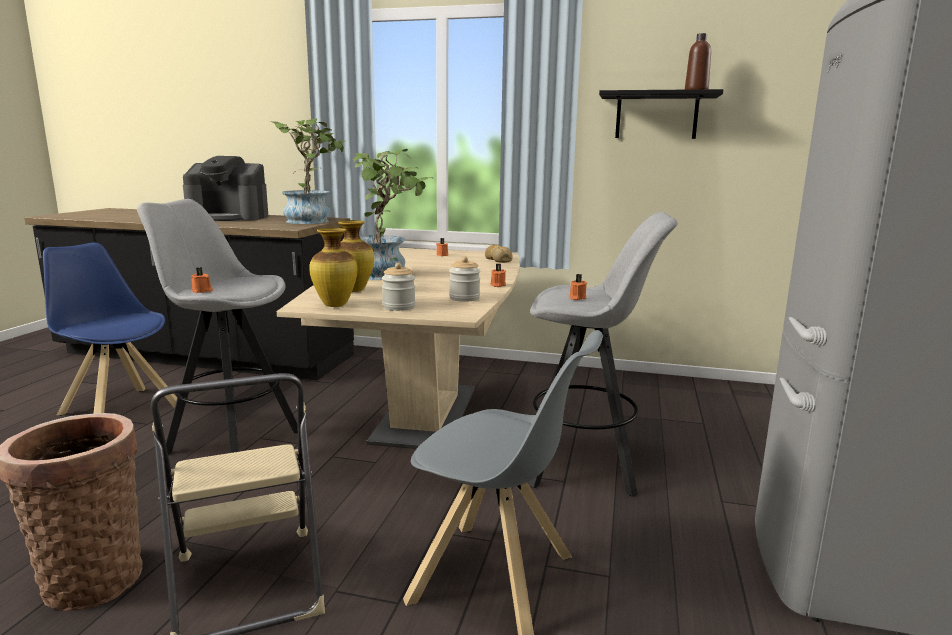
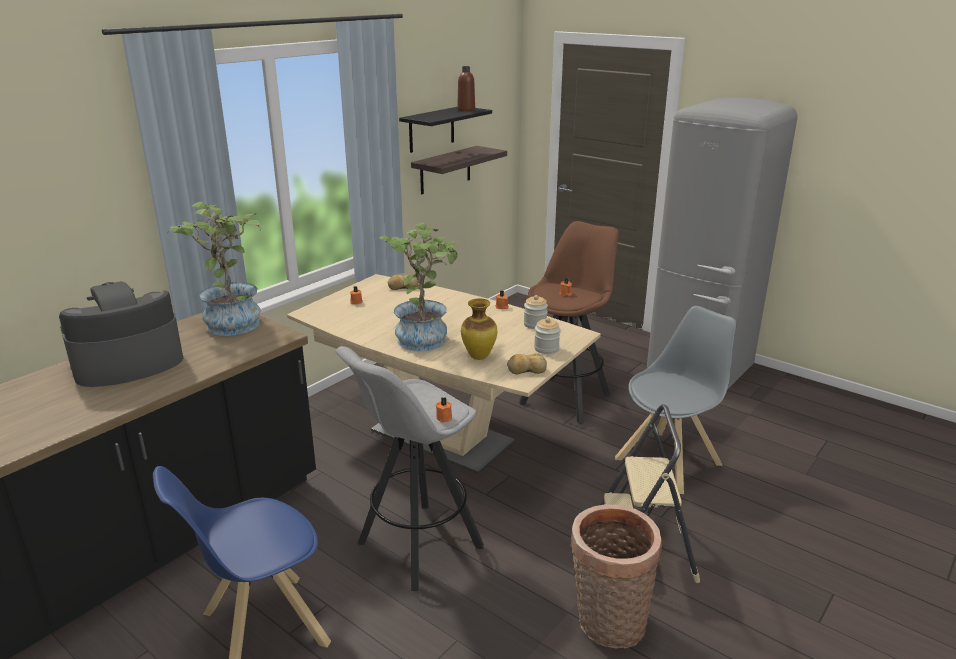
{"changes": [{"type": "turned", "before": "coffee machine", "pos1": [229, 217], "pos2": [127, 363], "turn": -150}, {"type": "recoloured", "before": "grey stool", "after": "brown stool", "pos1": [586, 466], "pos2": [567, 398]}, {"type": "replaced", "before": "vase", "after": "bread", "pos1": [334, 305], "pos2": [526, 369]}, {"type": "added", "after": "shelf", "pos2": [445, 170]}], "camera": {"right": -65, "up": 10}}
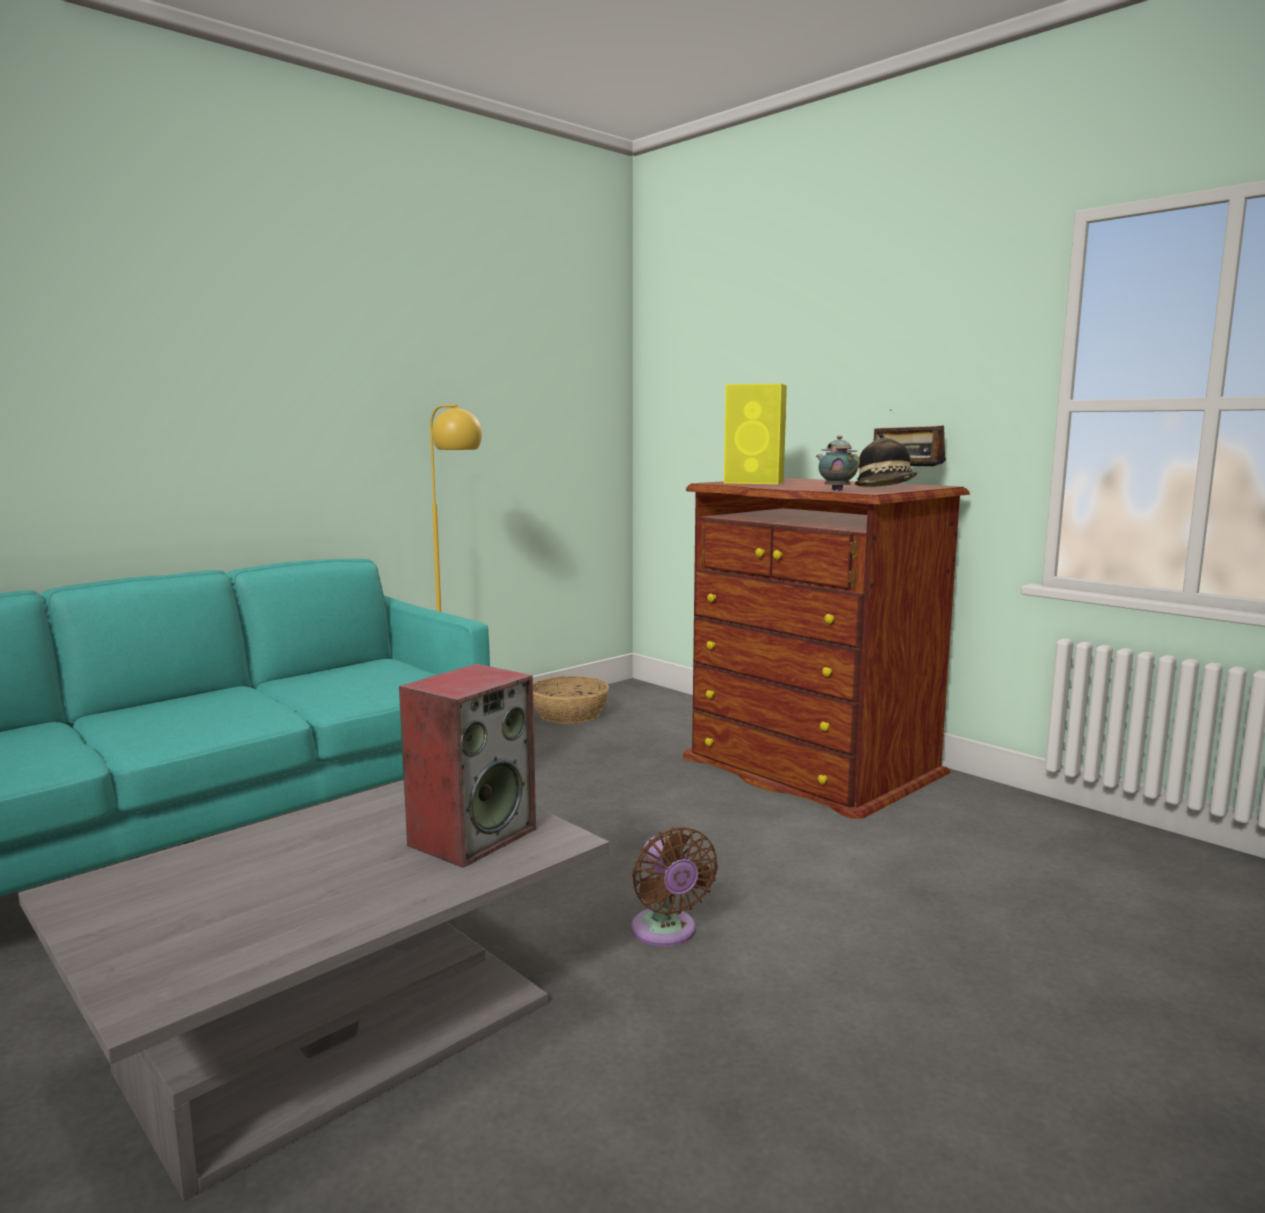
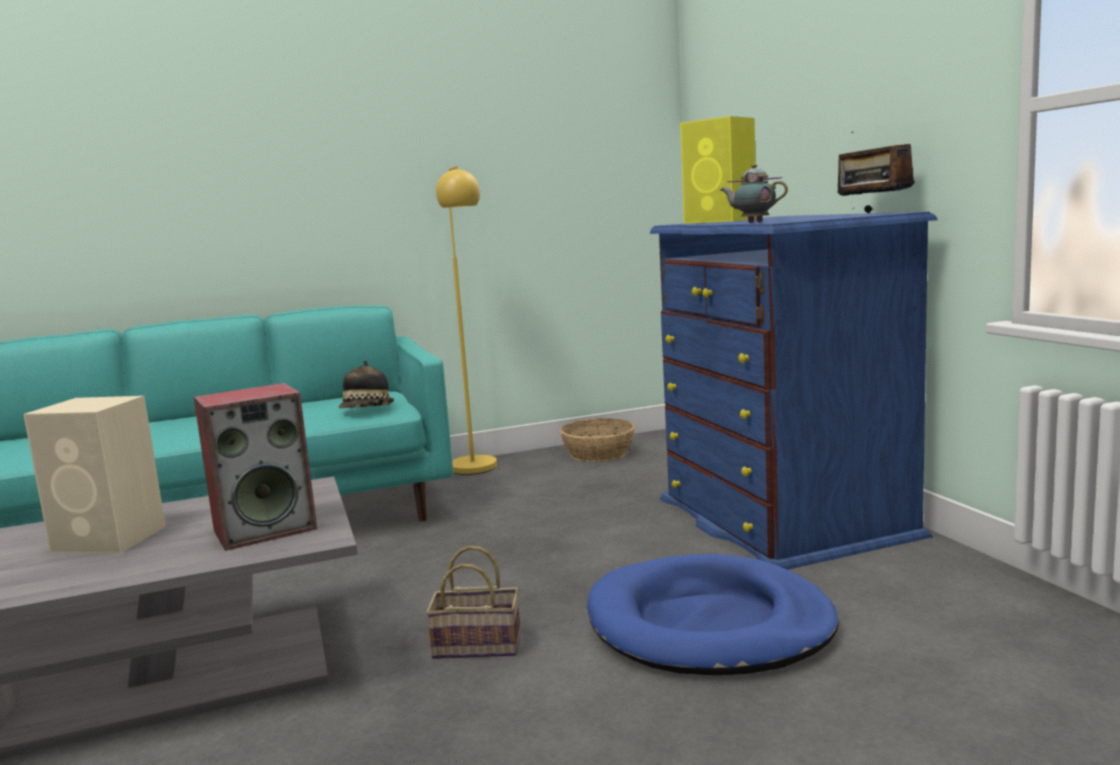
{"changes": [{"type": "moved", "before": "hat", "pos1": [886, 488], "pos2": [367, 411]}, {"type": "turned", "before": "teapot", "pos1": [836, 490], "pos2": [753, 222], "turn": -60}, {"type": "recoloured", "before": "brown dresser", "after": "blue dresser", "pos1": [812, 764], "pos2": [783, 516]}, {"type": "replaced", "before": "brown fan", "after": "basket", "pos1": [666, 932], "pos2": [479, 645]}, {"type": "added", "after": "beige speaker", "pos2": [111, 539]}, {"type": "added", "after": "blue dog bed", "pos2": [709, 624]}], "camera": {"right": 25, "up": 0}}
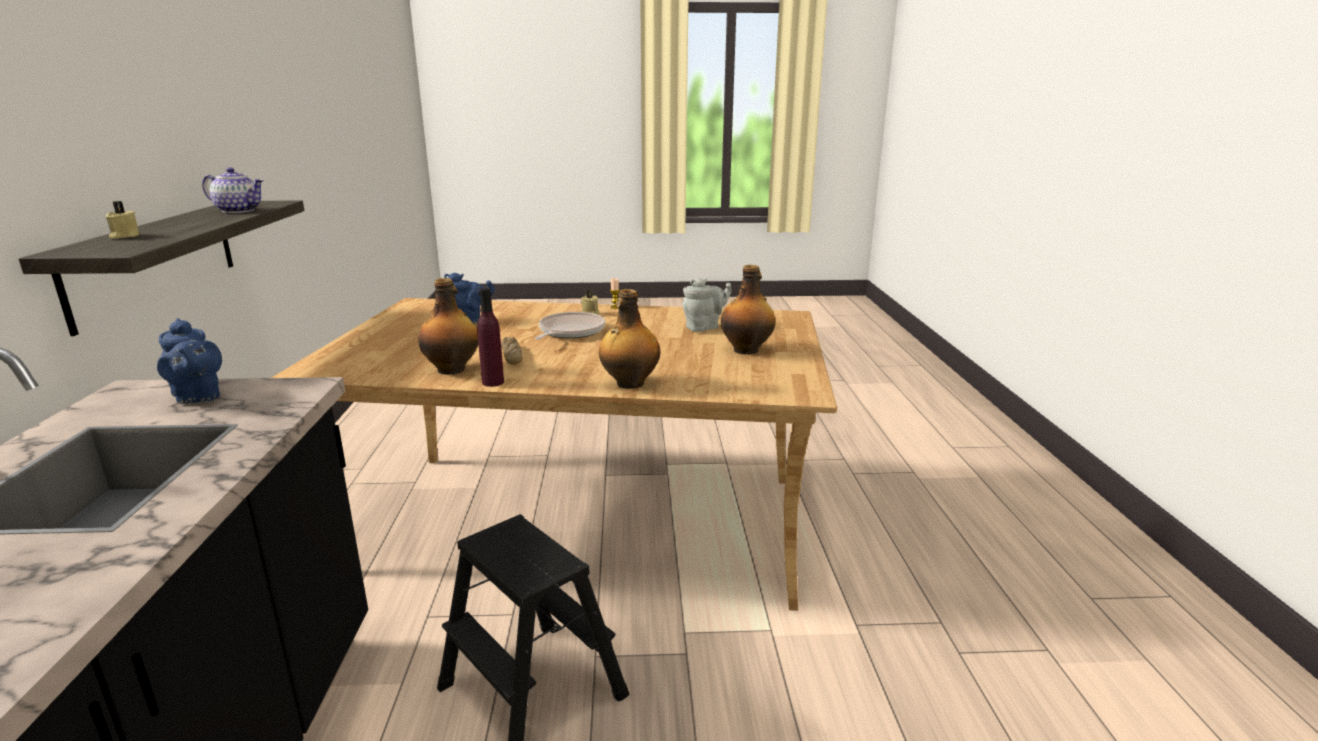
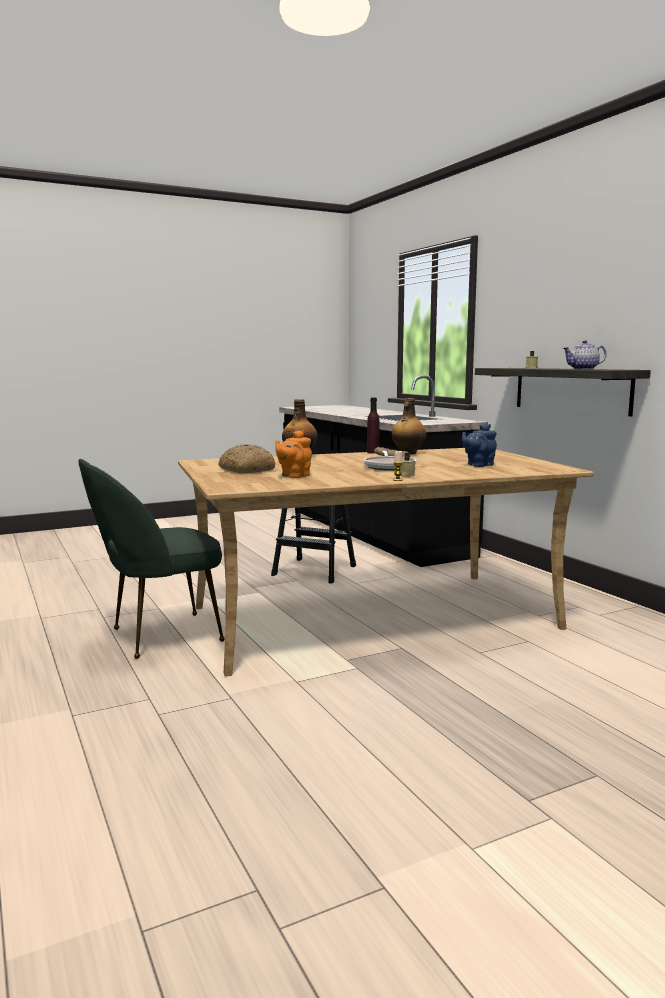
{"changes": [{"type": "replaced", "before": "bottle", "after": "bread", "pos1": [747, 350], "pos2": [246, 470]}, {"type": "recoloured", "before": "grey teapot", "after": "orange teapot", "pos1": [704, 327], "pos2": [294, 476]}, {"type": "removed", "before": "blue teapot", "pos1": [197, 397]}, {"type": "added", "after": "green chair", "pos2": [157, 637]}], "camera": {"right": 155, "up": -10}}
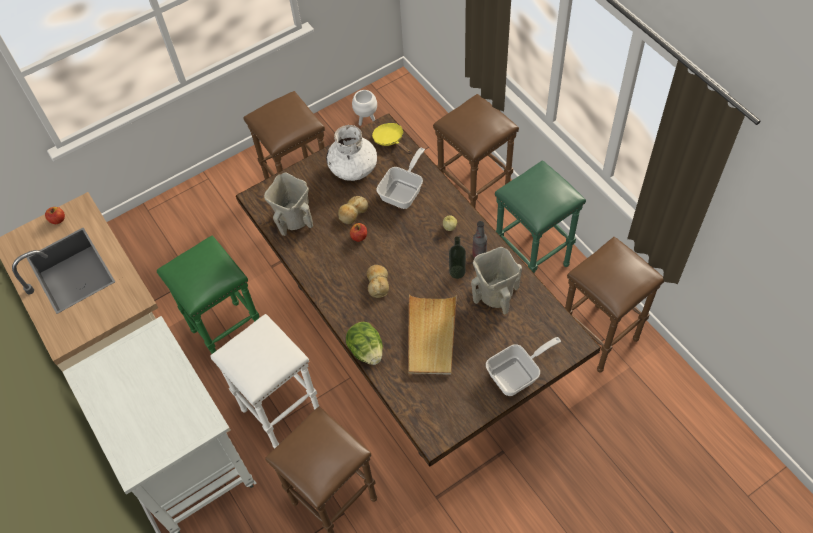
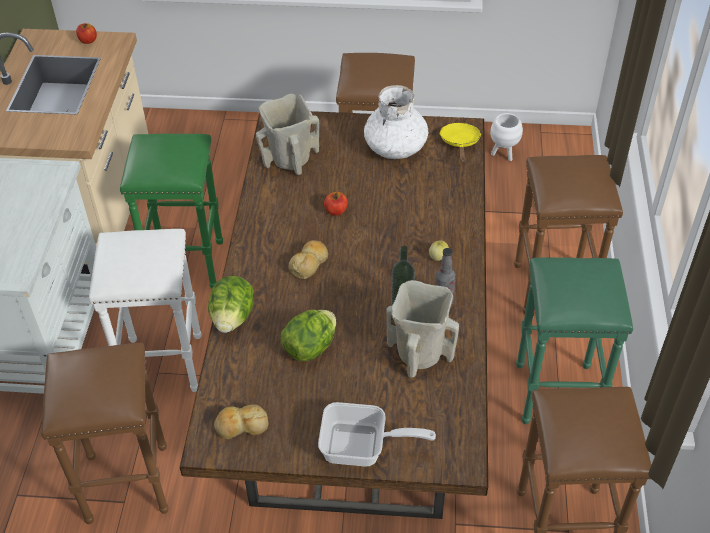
{"changes": [{"type": "removed", "before": "frying pan", "pos1": [404, 191]}, {"type": "moved", "before": "bread", "pos1": [352, 213], "pos2": [241, 426]}, {"type": "replaced", "before": "beige tray", "after": "lettuce", "pos1": [431, 336], "pos2": [310, 347]}], "camera": {"right": 35, "up": -10}}
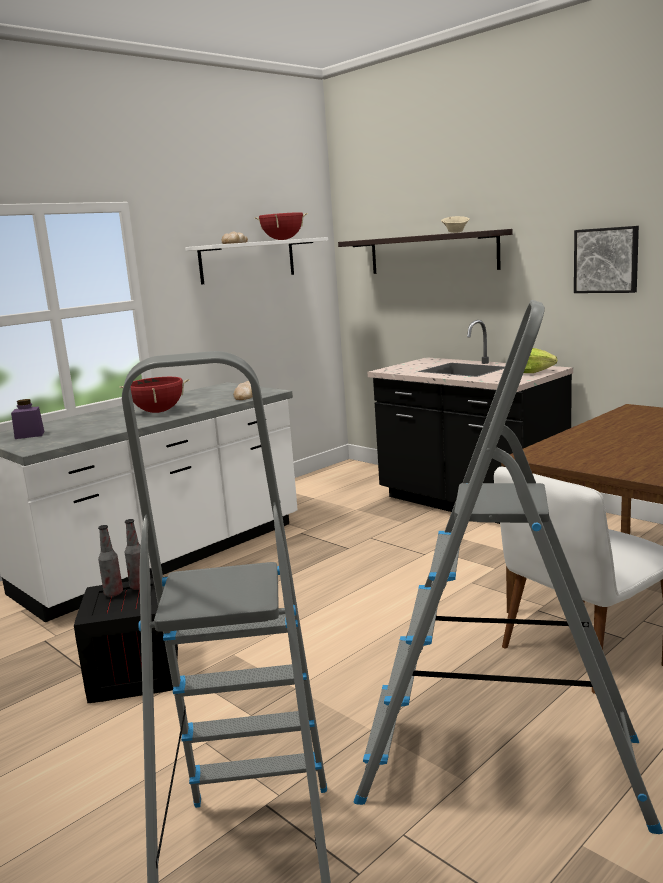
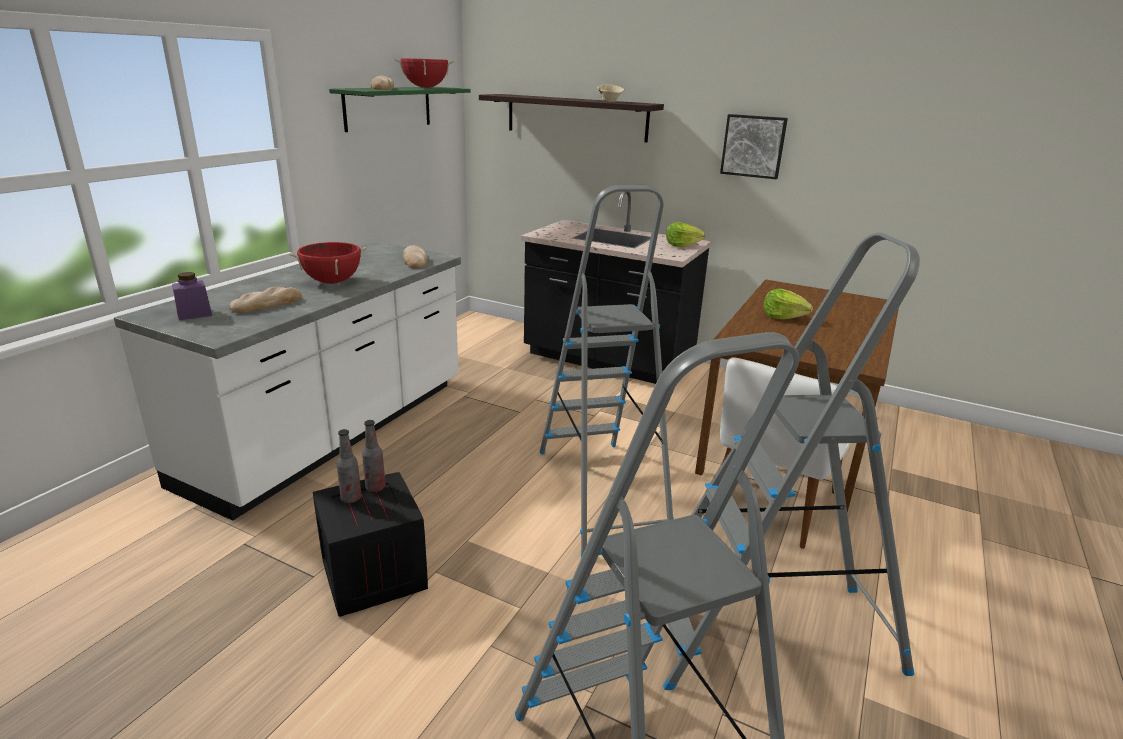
{"changes": [{"type": "recoloured", "before": "white shelf", "after": "green shelf", "pos1": [247, 261], "pos2": [388, 108]}, {"type": "added", "after": "grey step ladder", "pos2": [599, 494]}, {"type": "added", "after": "bread", "pos2": [267, 304]}, {"type": "added", "after": "lettuce", "pos2": [782, 317]}], "camera": {"right": -20, "up": 10}}
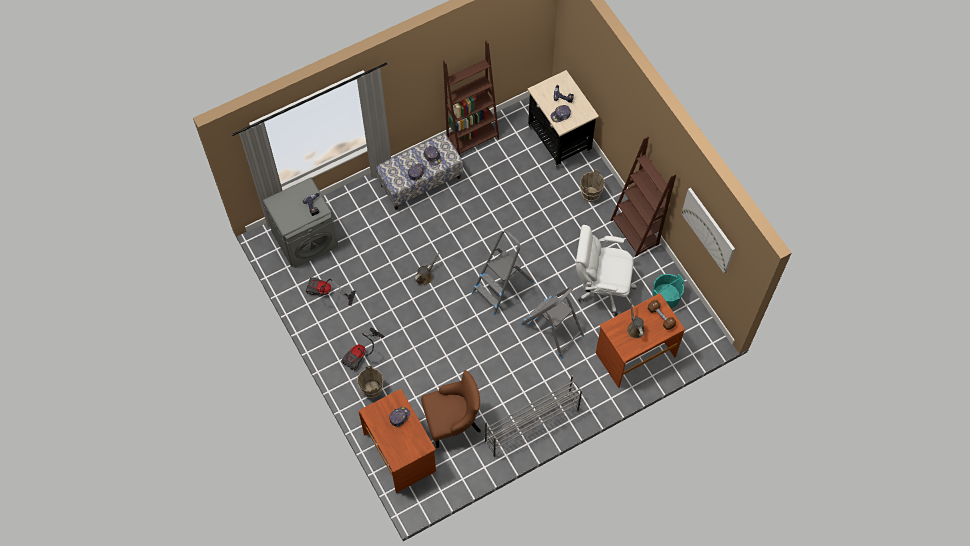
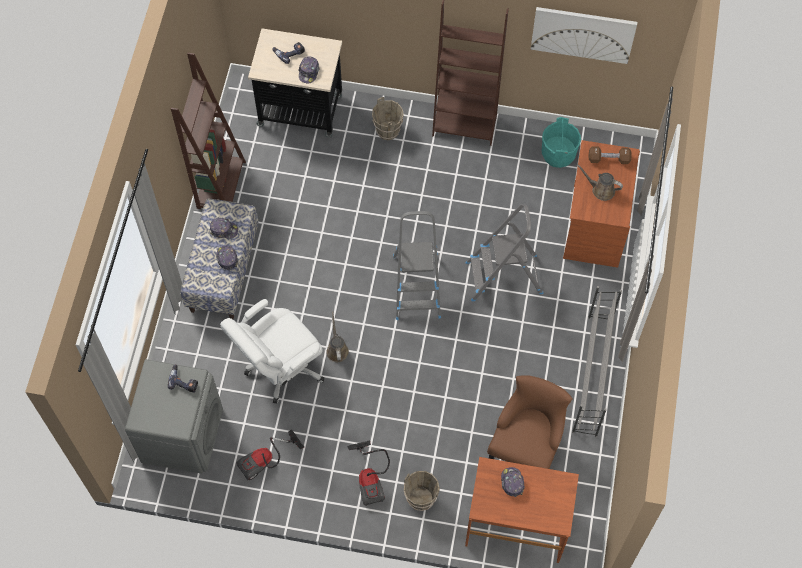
{"changes": [{"type": "moved", "before": "white office chair", "pos1": [601, 287], "pos2": [279, 368]}], "camera": {"right": -50, "up": 0}}
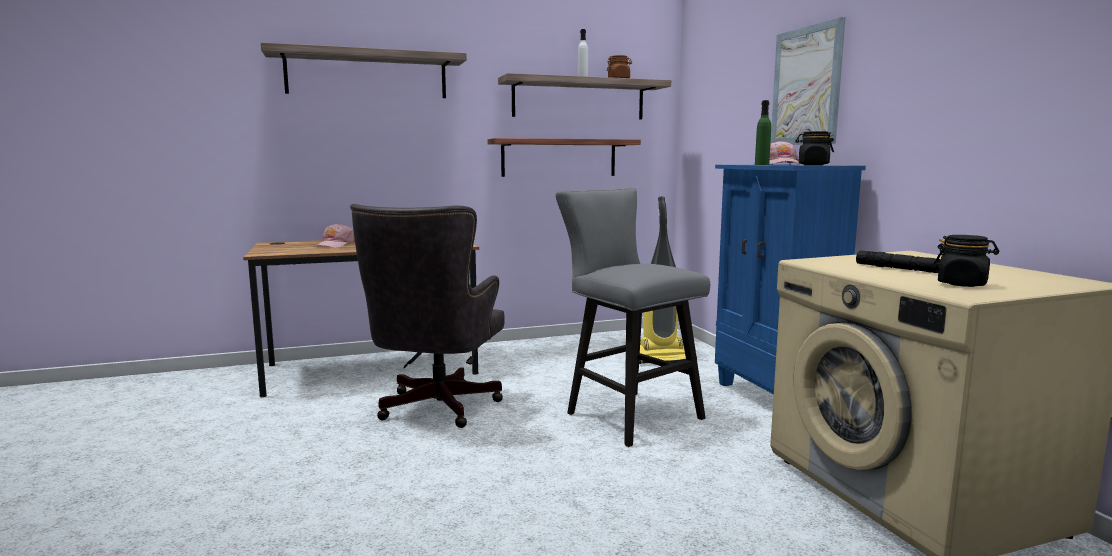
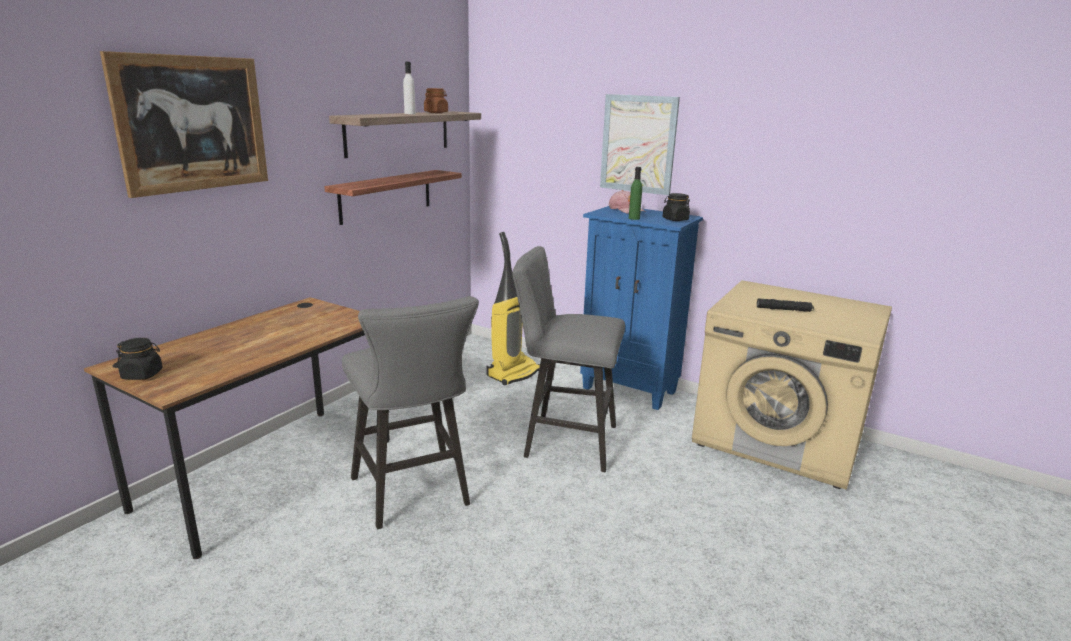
{"changes": [{"type": "replaced", "before": "shelf", "after": "picture", "pos1": [367, 75], "pos2": [193, 124]}, {"type": "replaced", "before": "grey office chair", "after": "grey stool", "pos1": [437, 409], "pos2": [414, 495]}, {"type": "removed", "before": "pink cap", "pos1": [335, 245]}, {"type": "moved", "before": "black jar", "pos1": [962, 284], "pos2": [142, 375]}], "camera": {"right": -40, "up": 10}}
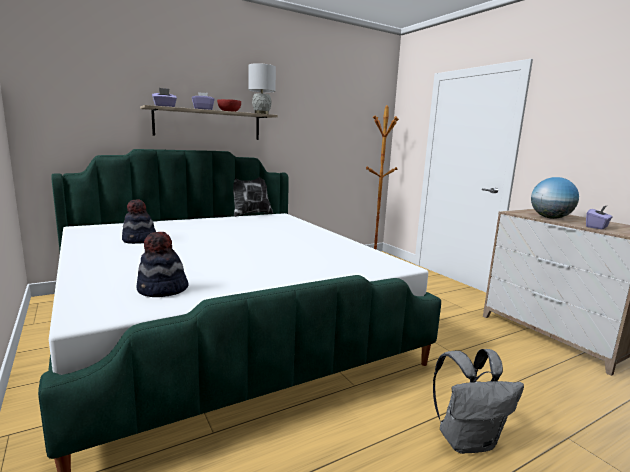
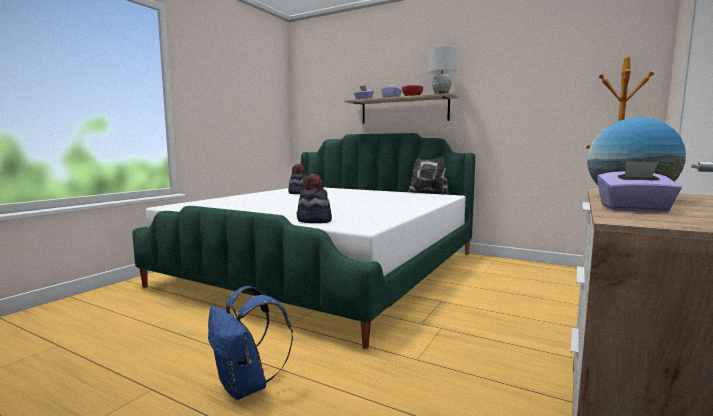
{"changes": [{"type": "moved", "before": "hat", "pos1": [162, 290], "pos2": [314, 221]}, {"type": "recoloured", "before": "grey backpack", "after": "blue backpack", "pos1": [467, 440], "pos2": [246, 387]}], "camera": {"right": 60, "up": -5}}
